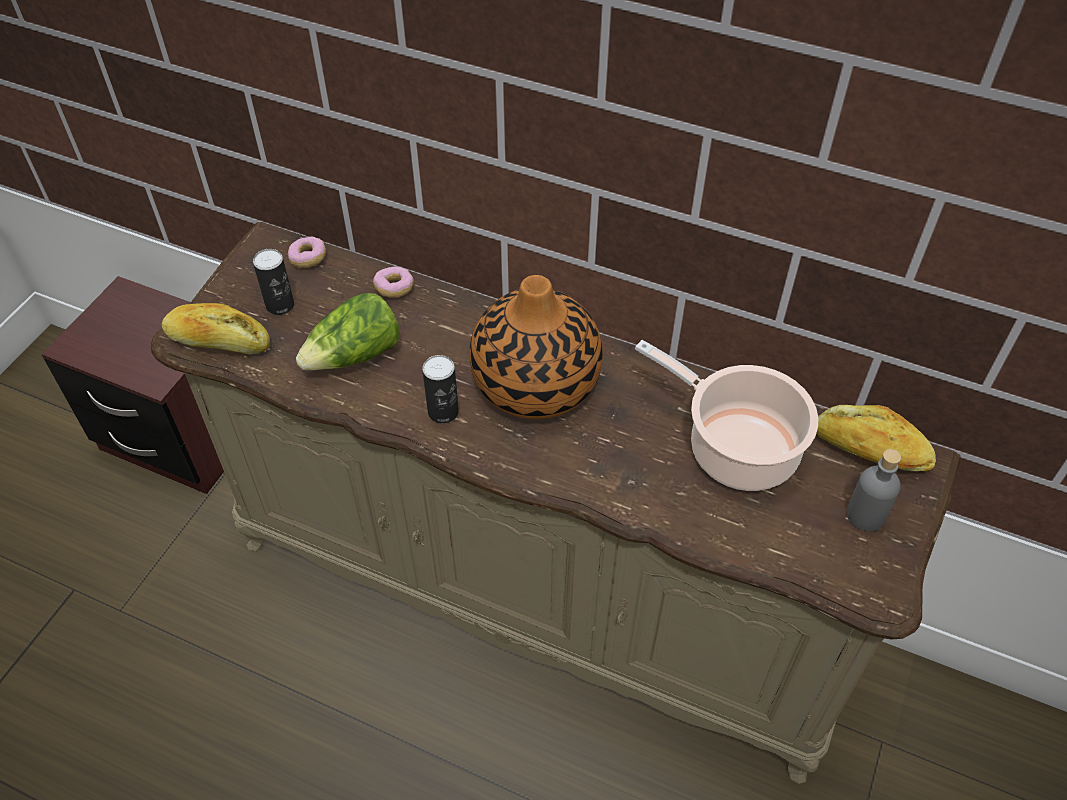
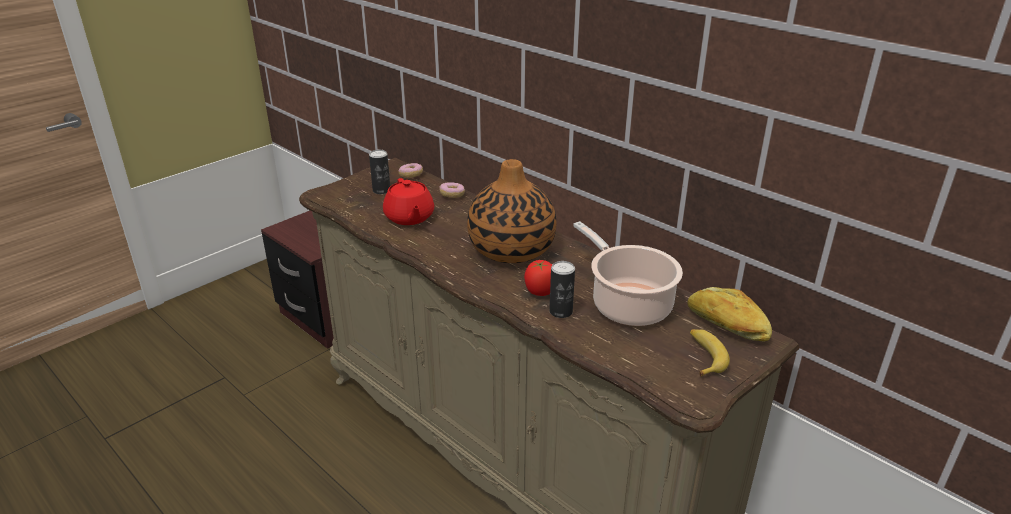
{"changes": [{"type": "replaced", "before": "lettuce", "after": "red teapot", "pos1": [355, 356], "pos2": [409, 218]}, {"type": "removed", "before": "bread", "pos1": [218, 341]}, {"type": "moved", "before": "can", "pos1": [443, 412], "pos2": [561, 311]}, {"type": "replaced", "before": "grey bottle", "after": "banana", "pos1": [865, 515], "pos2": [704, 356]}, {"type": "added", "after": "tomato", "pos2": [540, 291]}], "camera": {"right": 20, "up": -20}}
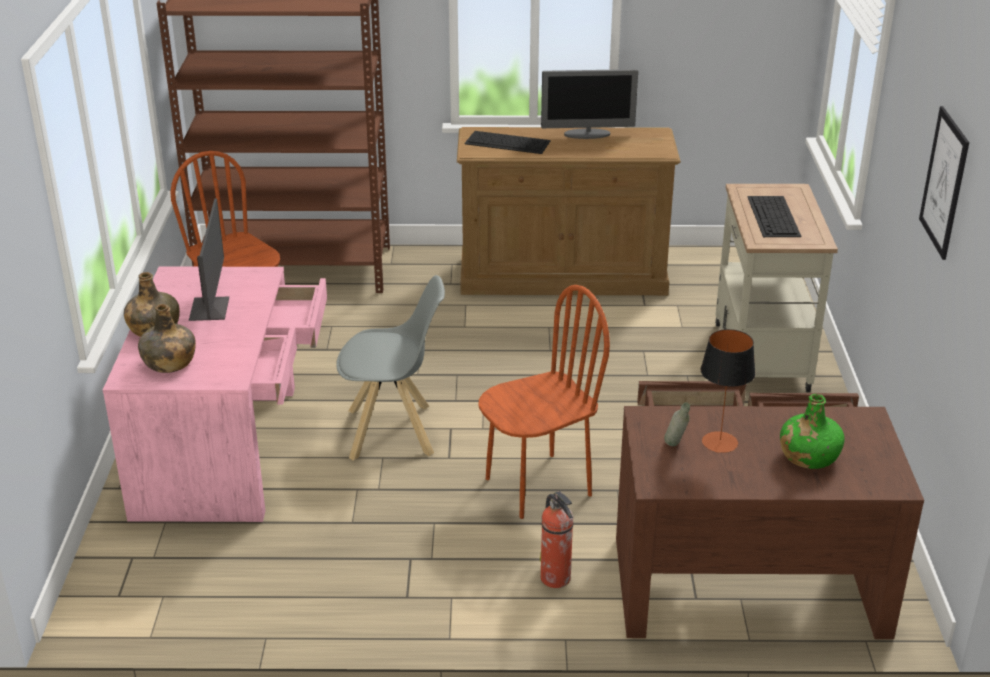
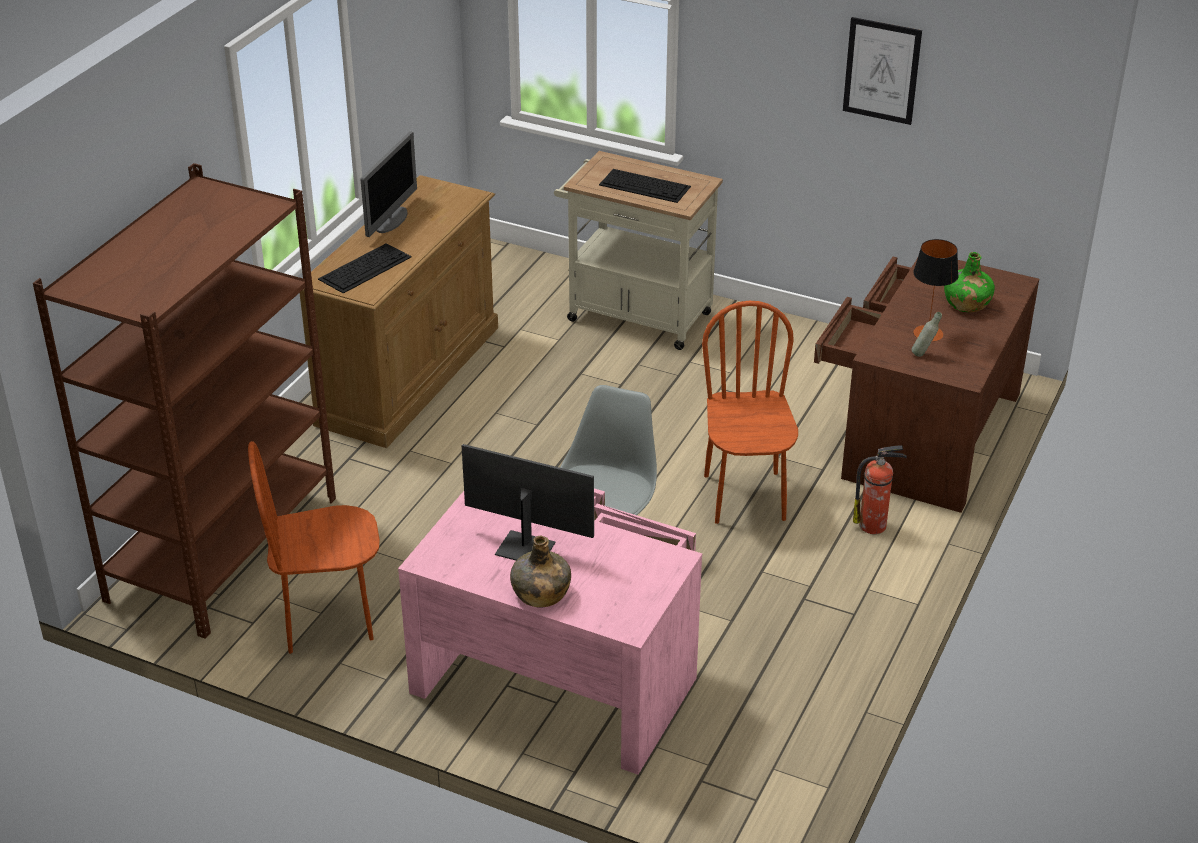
{"changes": [{"type": "removed", "before": "green bottle", "pos1": [169, 363]}], "camera": {"right": -65, "up": 5}}
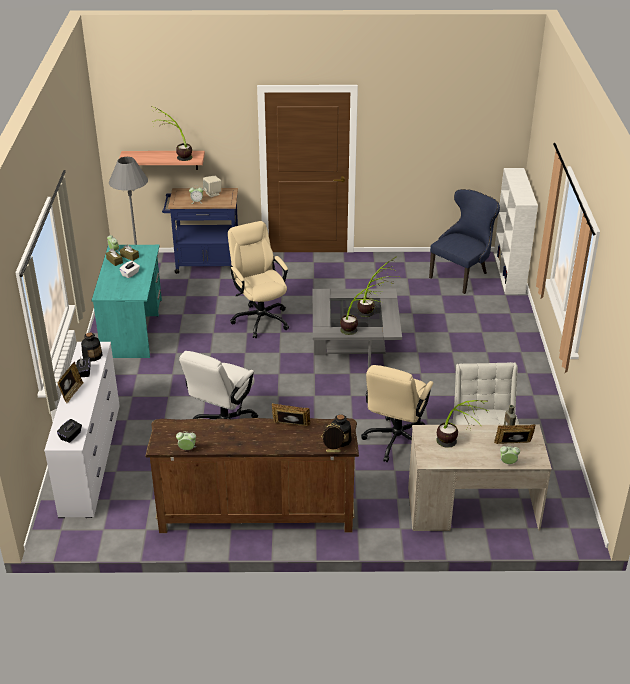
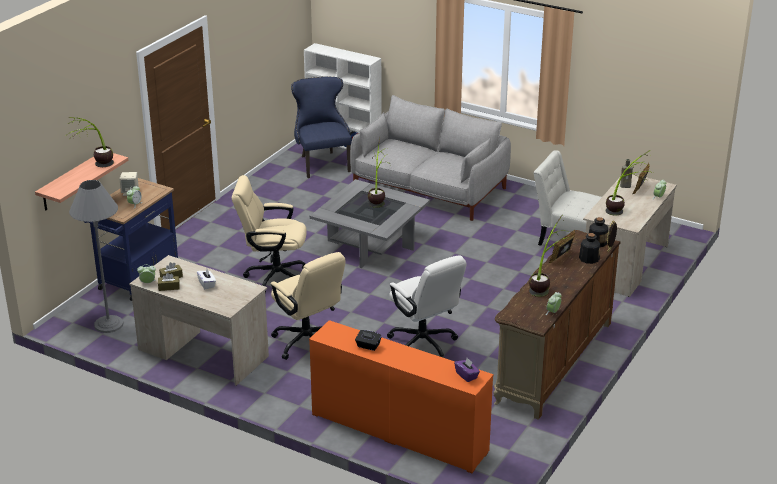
{"changes": [{"type": "recoloured", "before": "turquoise desk", "after": "beige desk", "pos1": [133, 328], "pos2": [203, 353]}, {"type": "moved", "before": "potted plant", "pos1": [359, 331], "pos2": [545, 286]}, {"type": "moved", "before": "bottle", "pos1": [92, 356], "pos2": [588, 258]}, {"type": "recoloured", "before": "white dresser", "after": "orange dresser", "pos1": [91, 458], "pos2": [399, 432]}, {"type": "removed", "before": "picture frame", "pos1": [71, 393]}, {"type": "moved", "before": "beige office chair", "pos1": [395, 443], "pos2": [309, 344]}, {"type": "recoloured", "before": "black tissue box", "after": "purple tissue box", "pos1": [71, 436], "pos2": [466, 375]}, {"type": "added", "after": "grey sofa", "pos2": [429, 189]}], "camera": {"right": -60, "up": -5}}
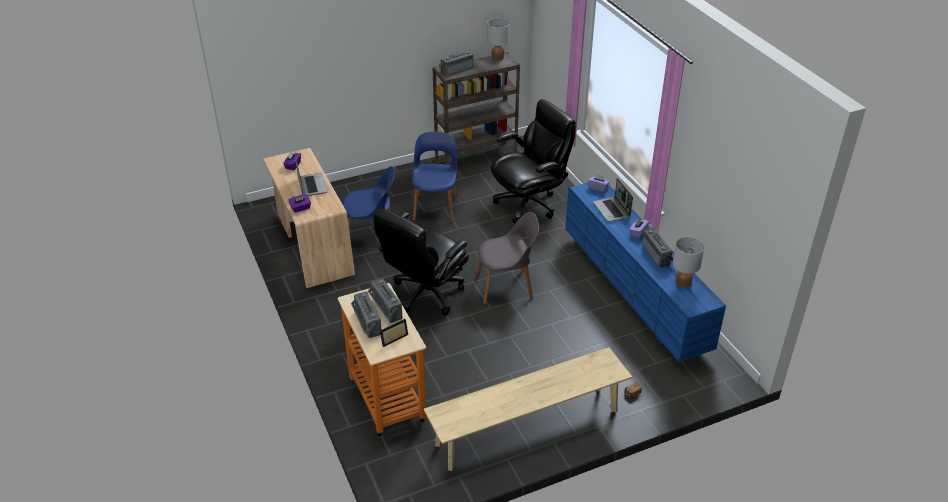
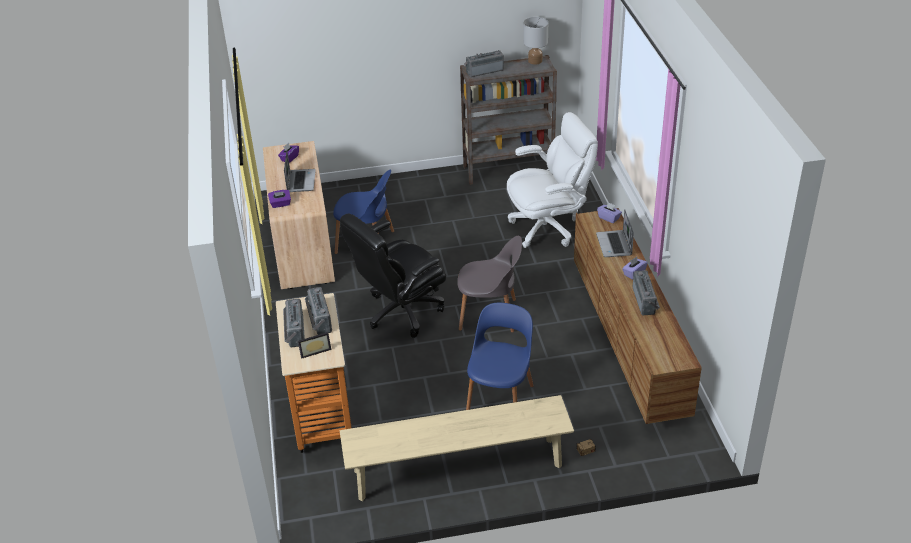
{"changes": [{"type": "recoloured", "before": "black office chair", "after": "white office chair", "pos1": [529, 204], "pos2": [548, 227]}, {"type": "moved", "before": "blue chair", "pos1": [435, 207], "pos2": [500, 398]}, {"type": "recoloured", "before": "blue cabinet", "after": "brown cabinet", "pos1": [633, 294], "pos2": [628, 343]}, {"type": "removed", "before": "grey table lamp", "pos1": [683, 282]}], "camera": {"right": 15, "up": 0}}
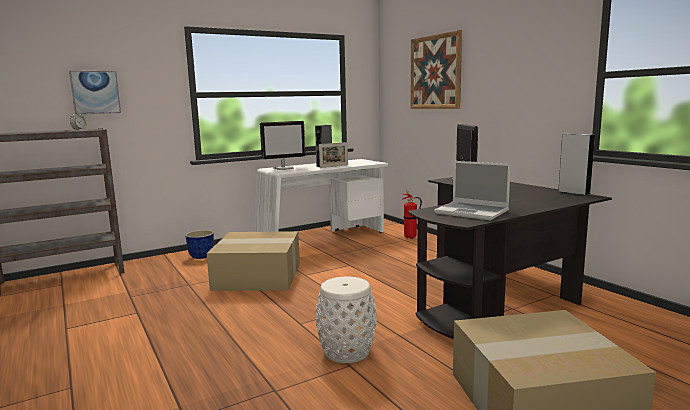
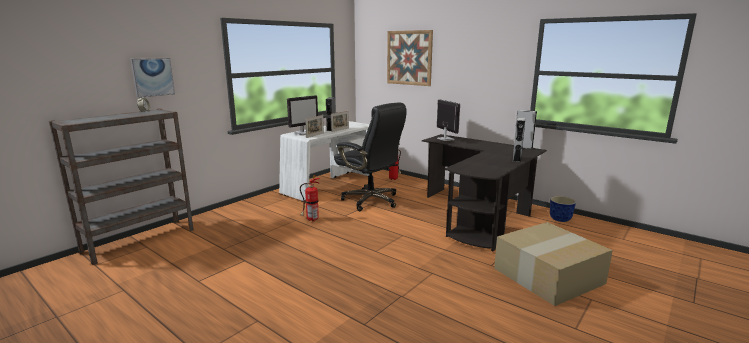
{"changes": [{"type": "removed", "before": "laptop", "pos1": [473, 212]}, {"type": "moved", "before": "planter", "pos1": [201, 257], "pos2": [560, 219]}, {"type": "replaced", "before": "cardboard box", "after": "fire extinguisher", "pos1": [259, 276], "pos2": [311, 220]}, {"type": "removed", "before": "white stool", "pos1": [346, 352]}, {"type": "added", "after": "black office chair", "pos2": [369, 200]}, {"type": "added", "after": "picture frame", "pos2": [315, 135]}, {"type": "added", "after": "grey speaker", "pos2": [516, 159]}], "camera": {"right": -20, "up": 5}}
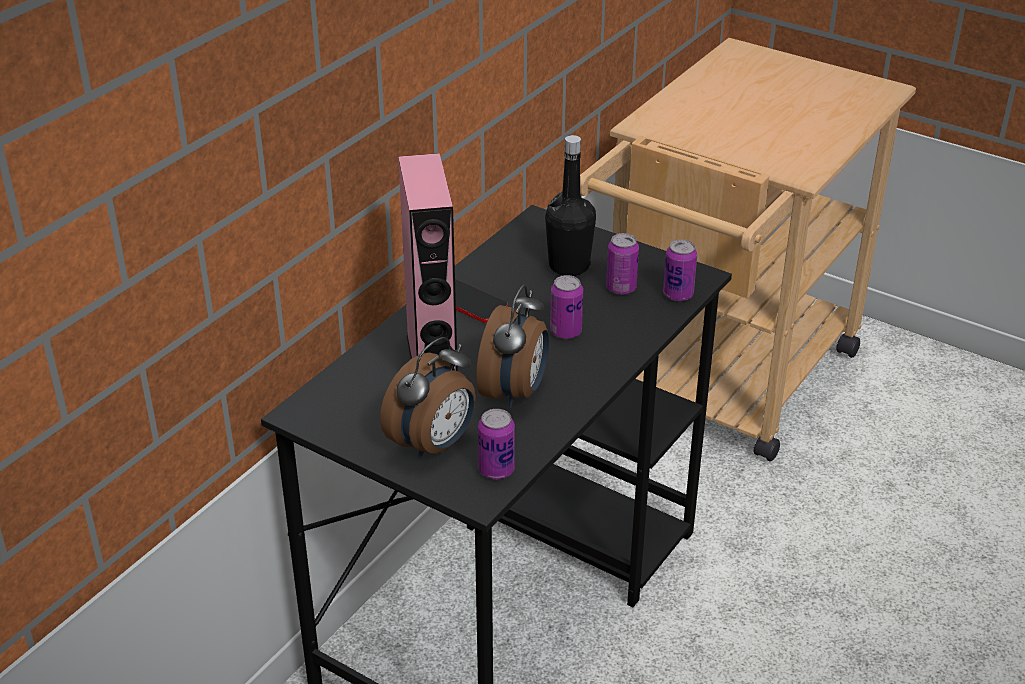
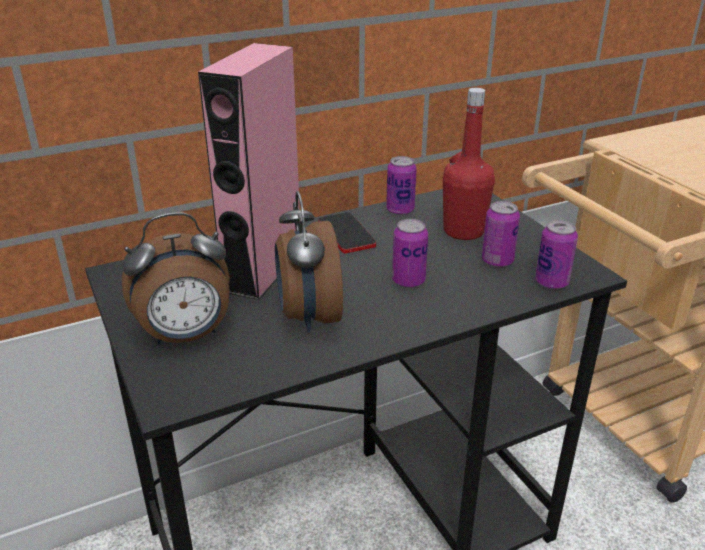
{"changes": [{"type": "recoloured", "before": "black bottle", "after": "red bottle", "pos1": [569, 266], "pos2": [463, 231]}, {"type": "turned", "before": "alarm clock", "pos1": [515, 392], "pos2": [308, 316], "turn": 120}, {"type": "moved", "before": "can", "pos1": [496, 470], "pos2": [400, 210]}], "camera": {"right": 30, "up": -5}}
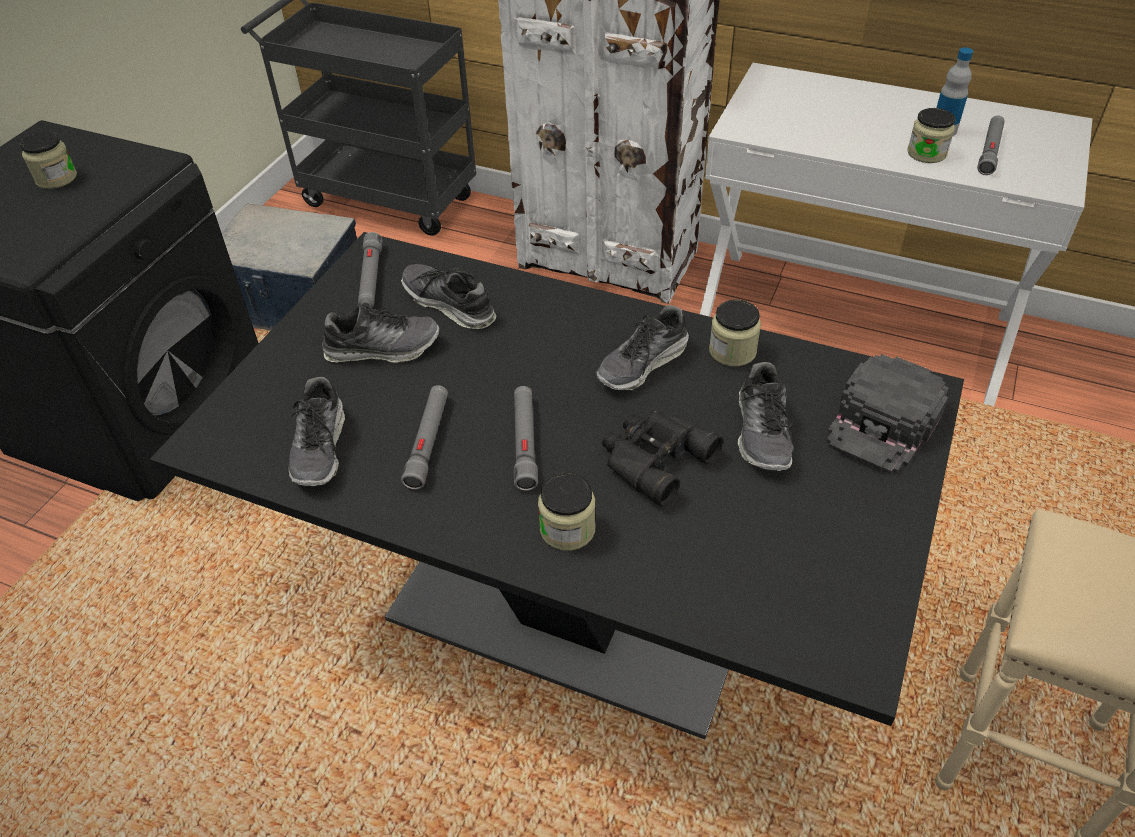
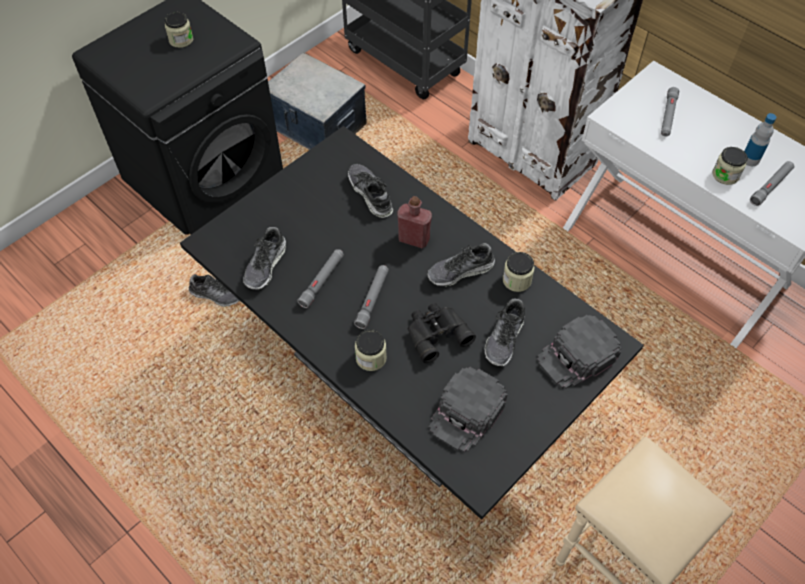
{"changes": [{"type": "moved", "before": "grey flashlight", "pos1": [371, 278], "pos2": [668, 116]}, {"type": "moved", "before": "shoe", "pos1": [383, 348], "pos2": [217, 295]}, {"type": "added", "after": "red bottle", "pos2": [414, 239]}, {"type": "added", "after": "black cap", "pos2": [467, 413]}], "camera": {"right": 20, "up": 10}}
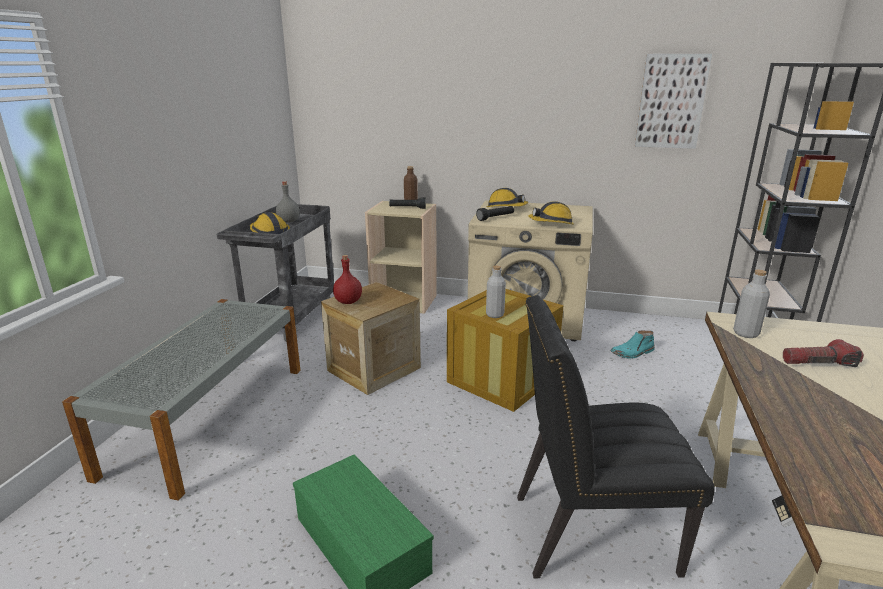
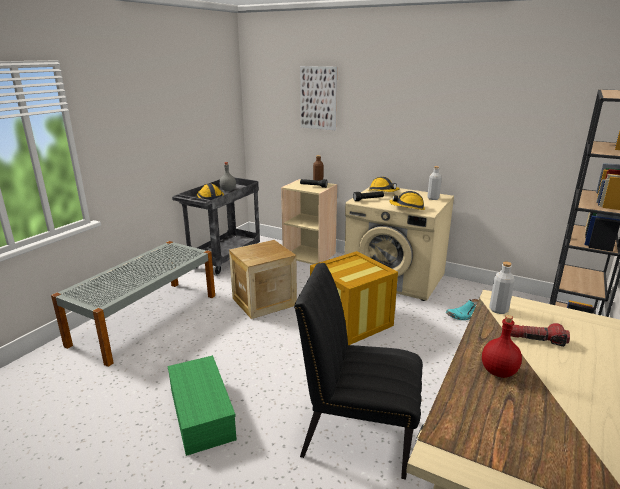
{"changes": [{"type": "moved", "before": "picture", "pos1": [671, 101], "pos2": [318, 98]}, {"type": "moved", "before": "red bottle", "pos1": [348, 301], "pos2": [498, 371]}, {"type": "moved", "before": "grey bottle", "pos1": [495, 315], "pos2": [433, 198]}], "camera": {"right": 15, "up": 0}}
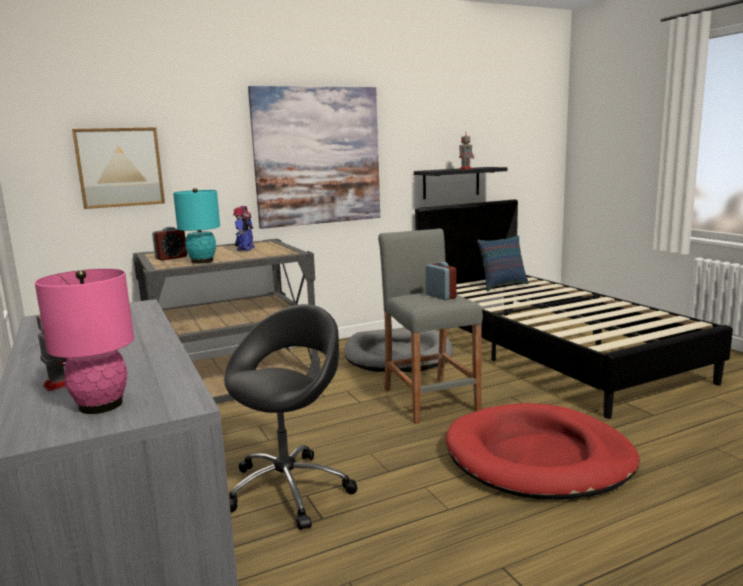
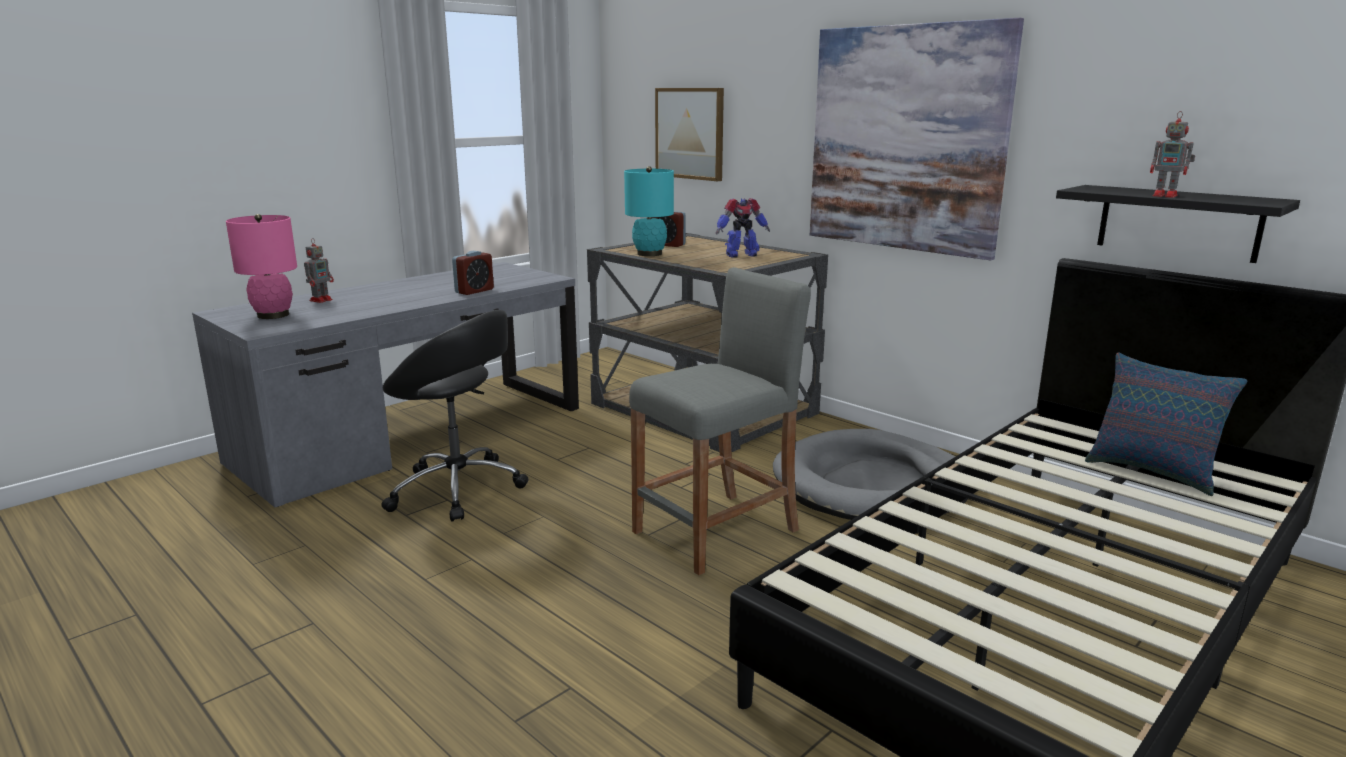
{"changes": [{"type": "moved", "before": "alarm clock", "pos1": [440, 296], "pos2": [474, 291]}, {"type": "removed", "before": "red dog bed", "pos1": [538, 457]}], "camera": {"right": 70, "up": 5}}
